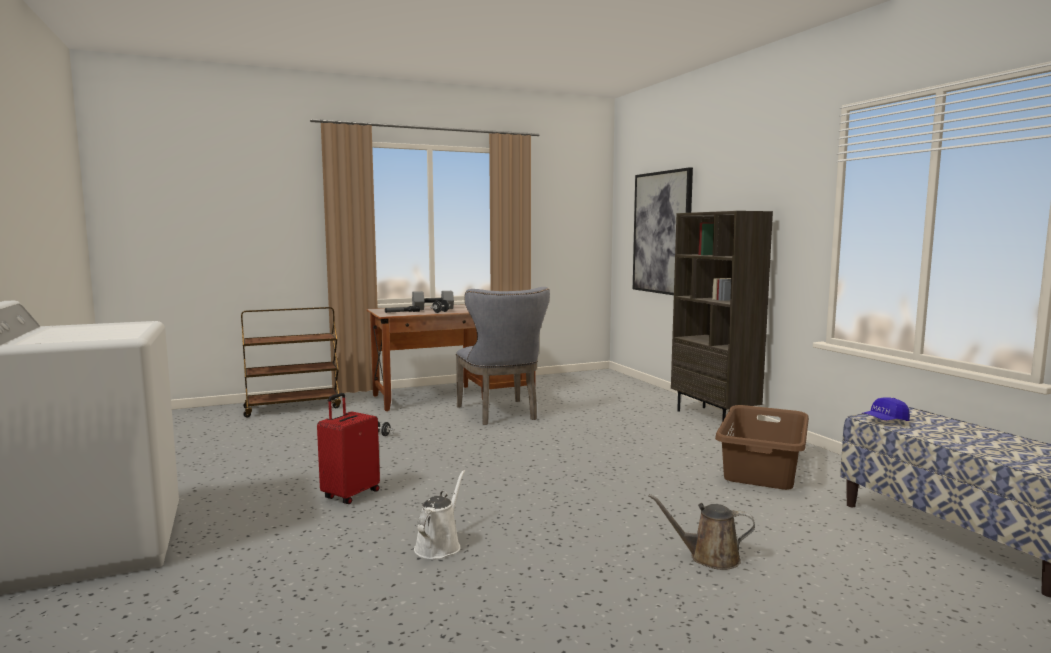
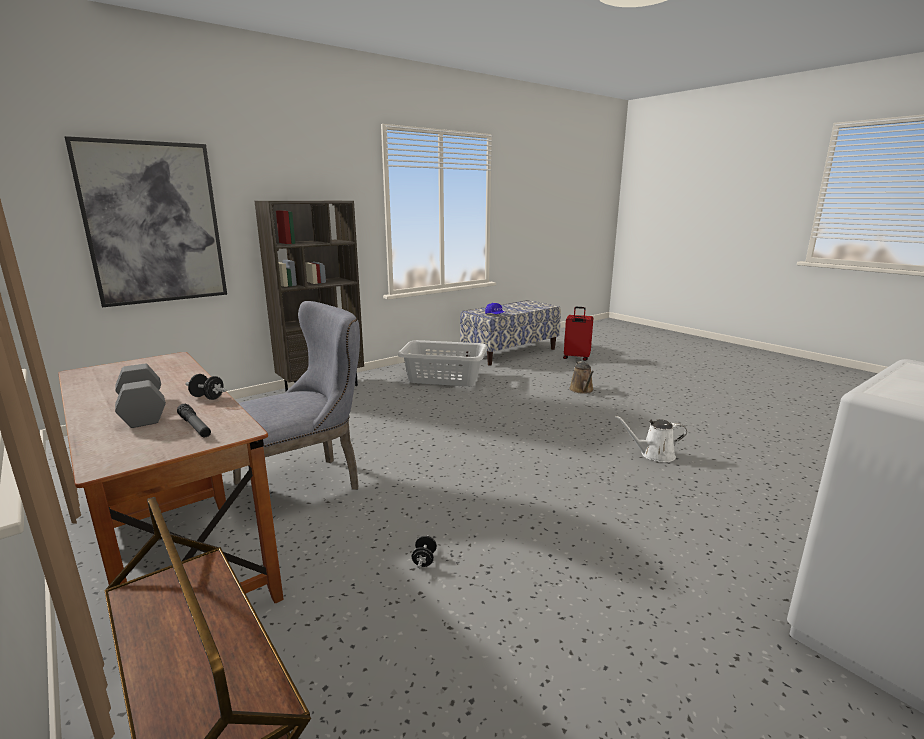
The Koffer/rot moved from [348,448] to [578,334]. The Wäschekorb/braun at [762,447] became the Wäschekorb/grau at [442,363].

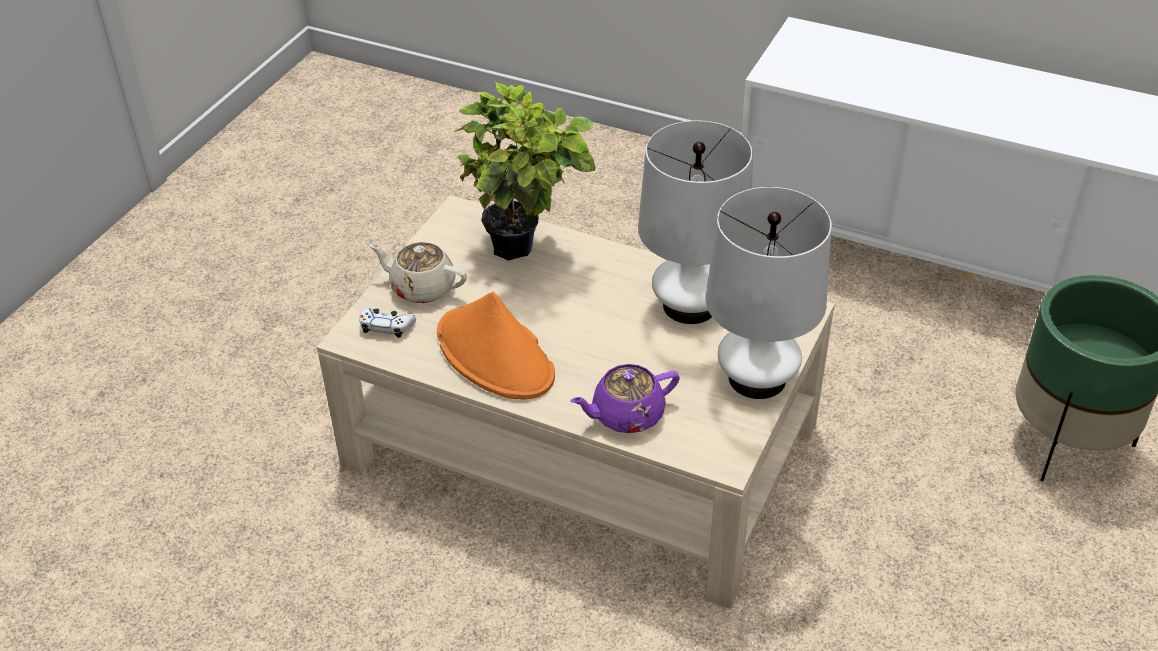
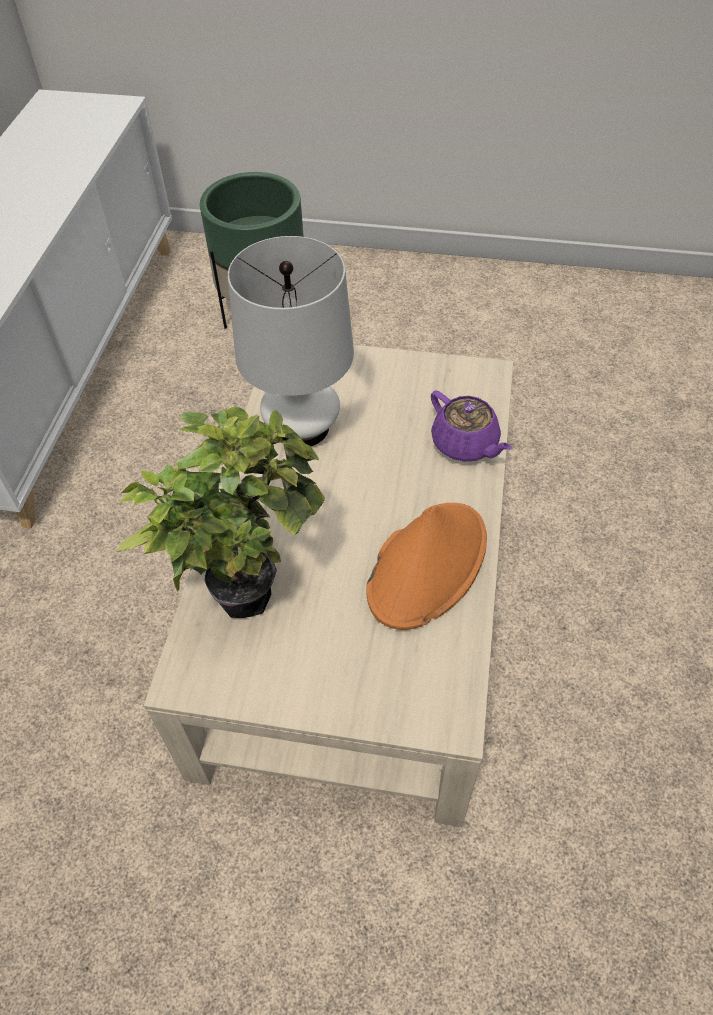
The Gamepad/weiß at [387,323] disappeared. The Teekanne/beige at [418,272] disappeared. The Tischlampe/weiß at [768,293] disappeared.

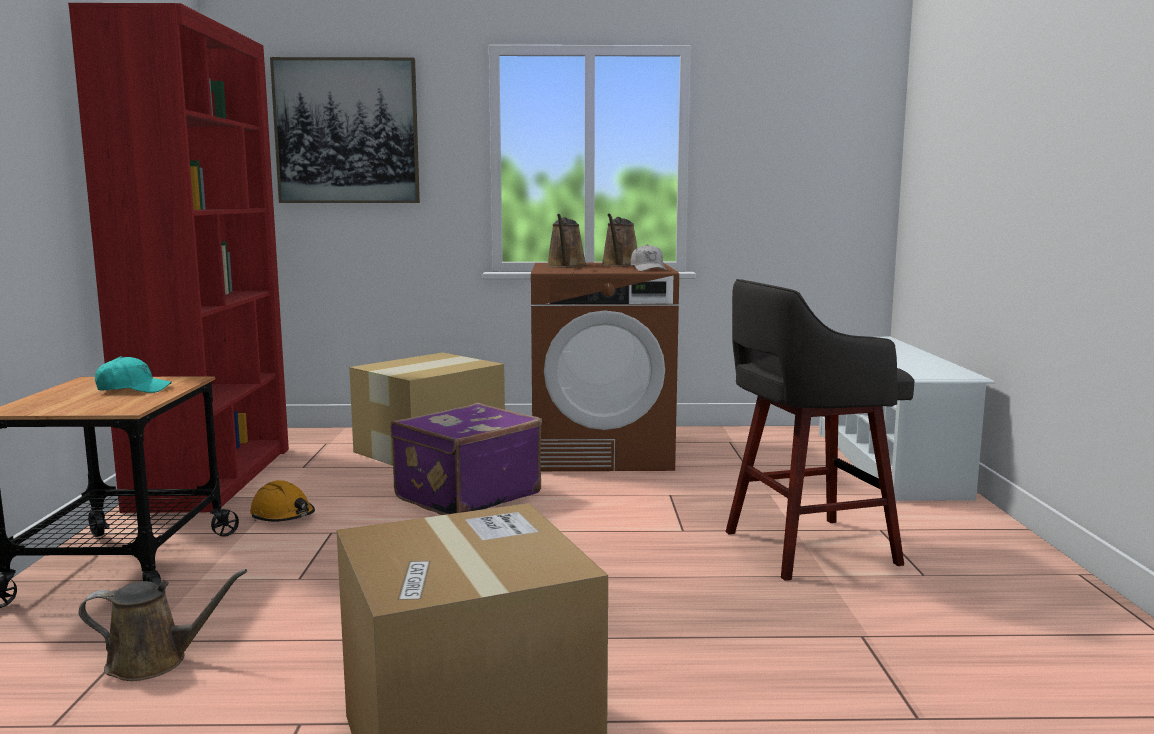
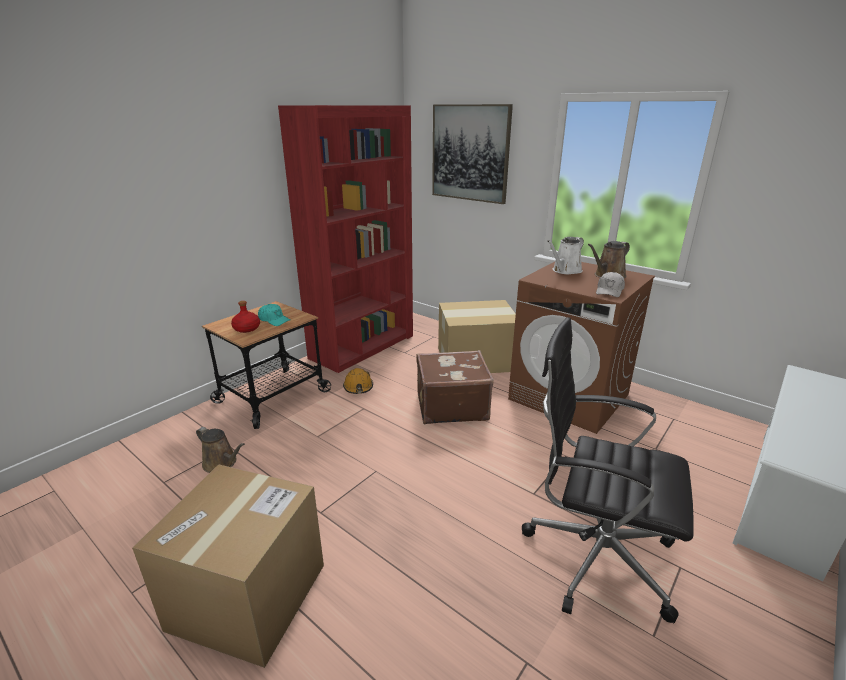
The Koffer/lila at [466,459] became the Koffer/braun at [455,387]. The Gießkanne/braun at [566,241] became the Gießkanne/weiß at [565,255]. The Hocker/grau at [820,430] was replaced by the Bürostuhl/schwarz at [608,470]. The Flasche/rot at [245,317] appeared.

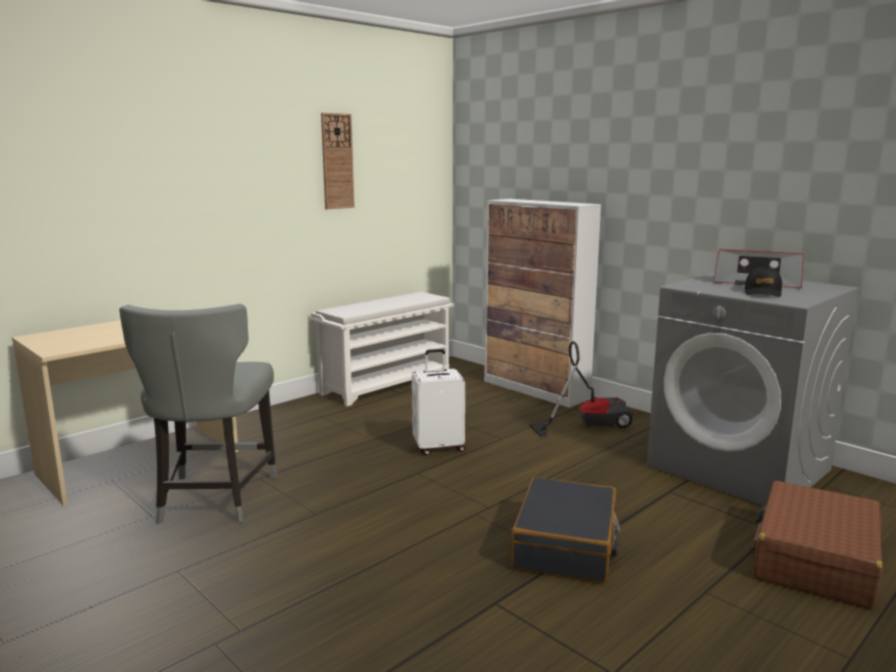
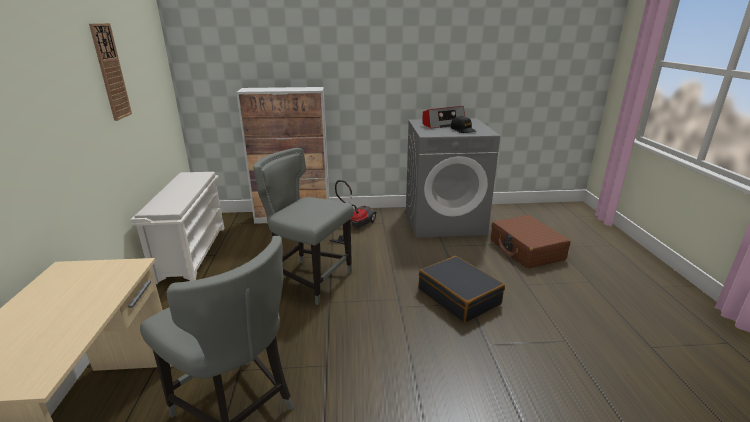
The Koffer/weiß at [438,402] was replaced by the Stuhl/grau at [303,226].

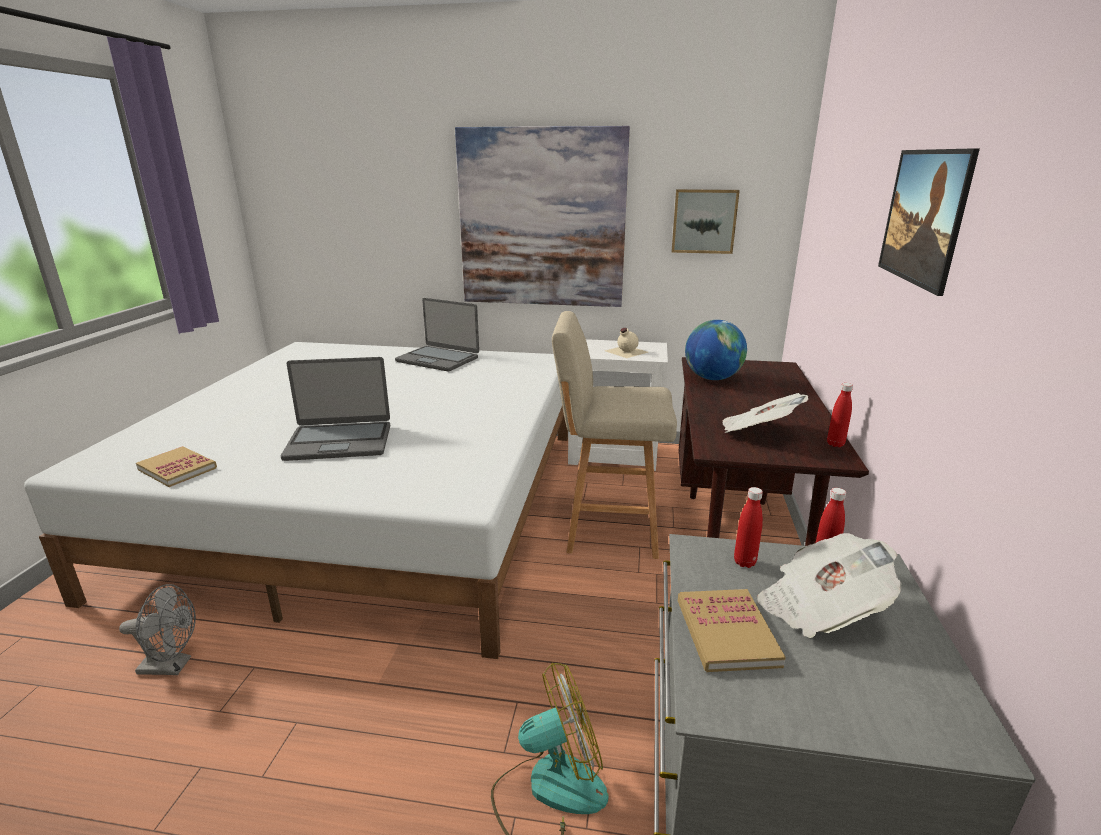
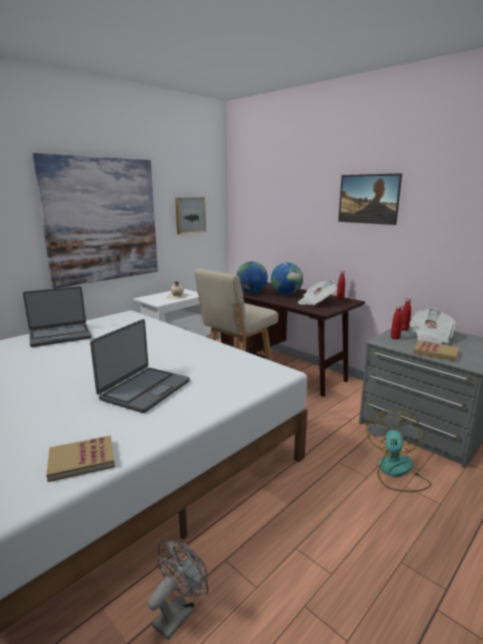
The Globus at [287,278] appeared.

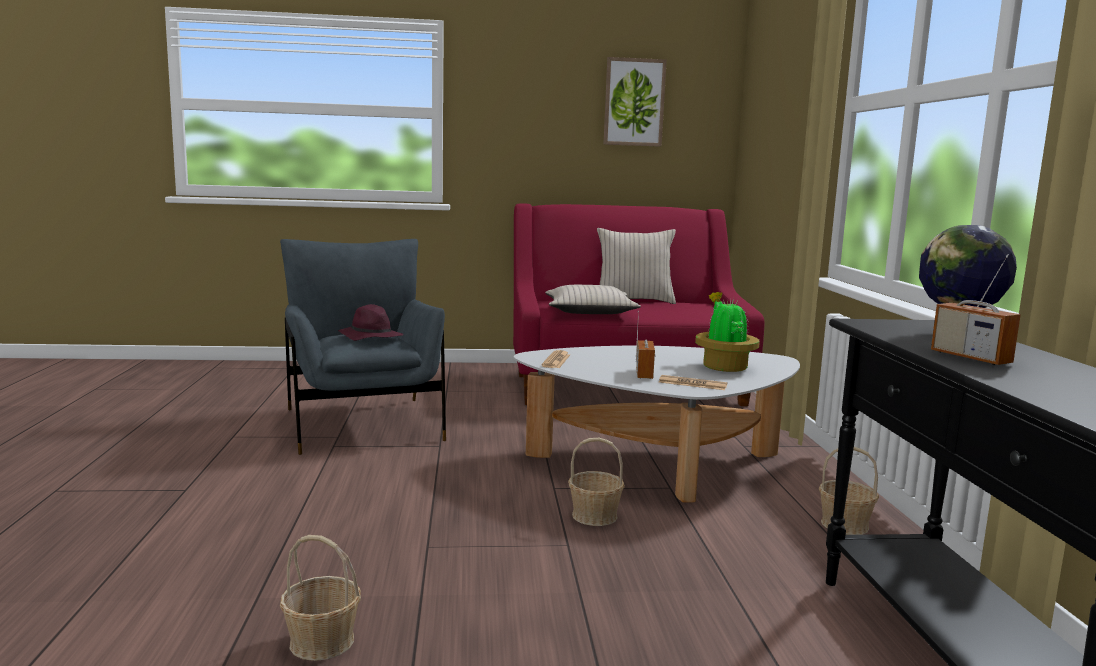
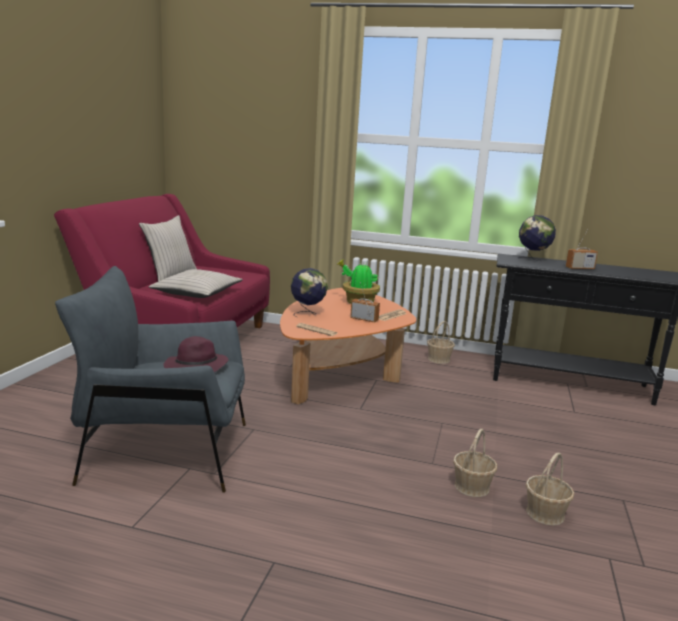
The Couchtisch/weiß at [657,423] became the Couchtisch/orange at [348,346]. The Korb moved from [596,482] to [475,463]. The Bild at [635,102] disappeared. The Globus at [309,292] appeared.

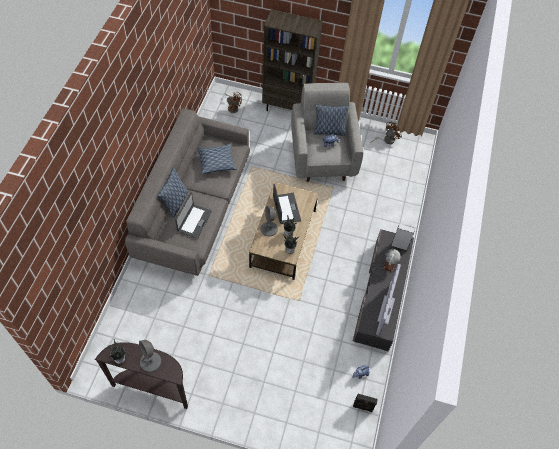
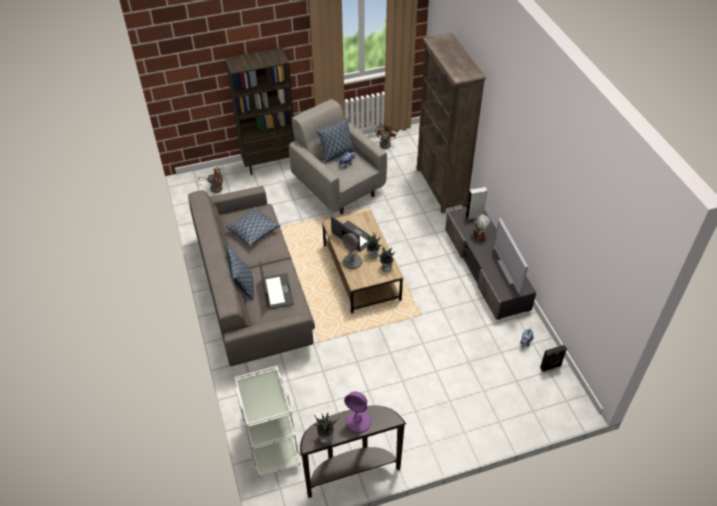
The Tischlampe/grau at [150,356] became the Tischlampe/lila at [357,412]. The Rollwagen/weiß at [267,421] appeared. The Bücherregal/braun at [451,123] appeared.

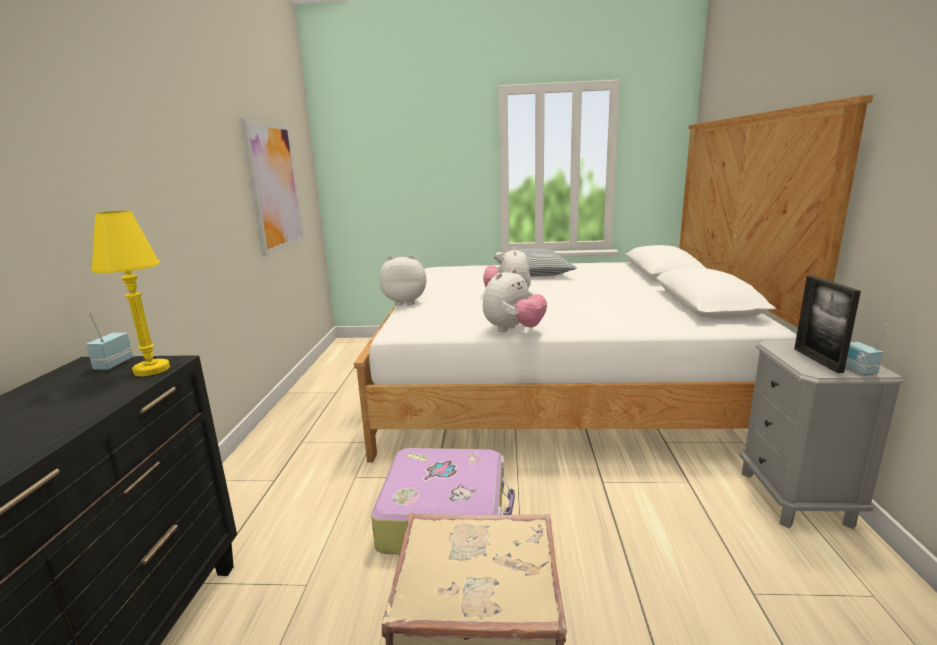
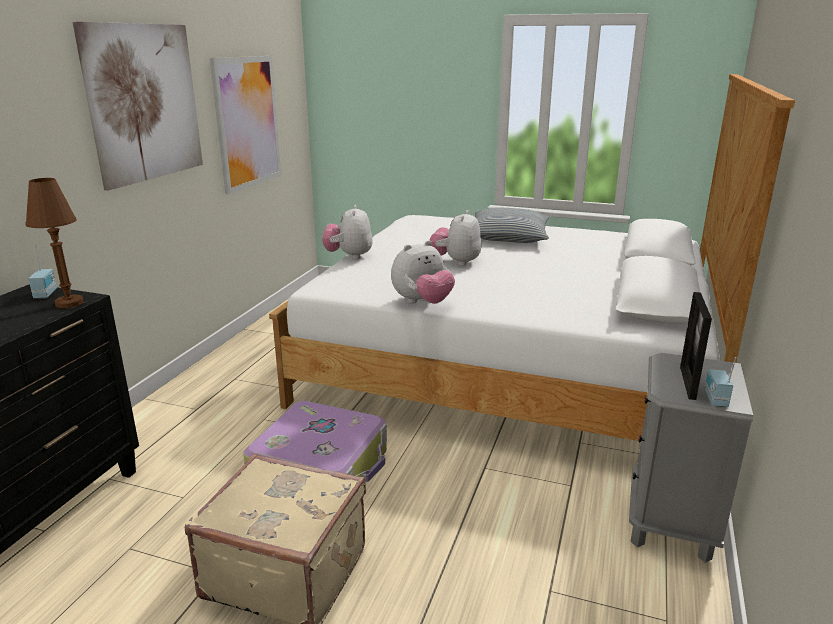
The Radio at [109,341] turned 150 degrees clockwise. The Tischlampe/gelb at [130,293] became the Tischlampe/braun at [54,243]. The Plüschtier at [403,280] turned 105 degrees counterclockwise. The Bild at [138,106] appeared.

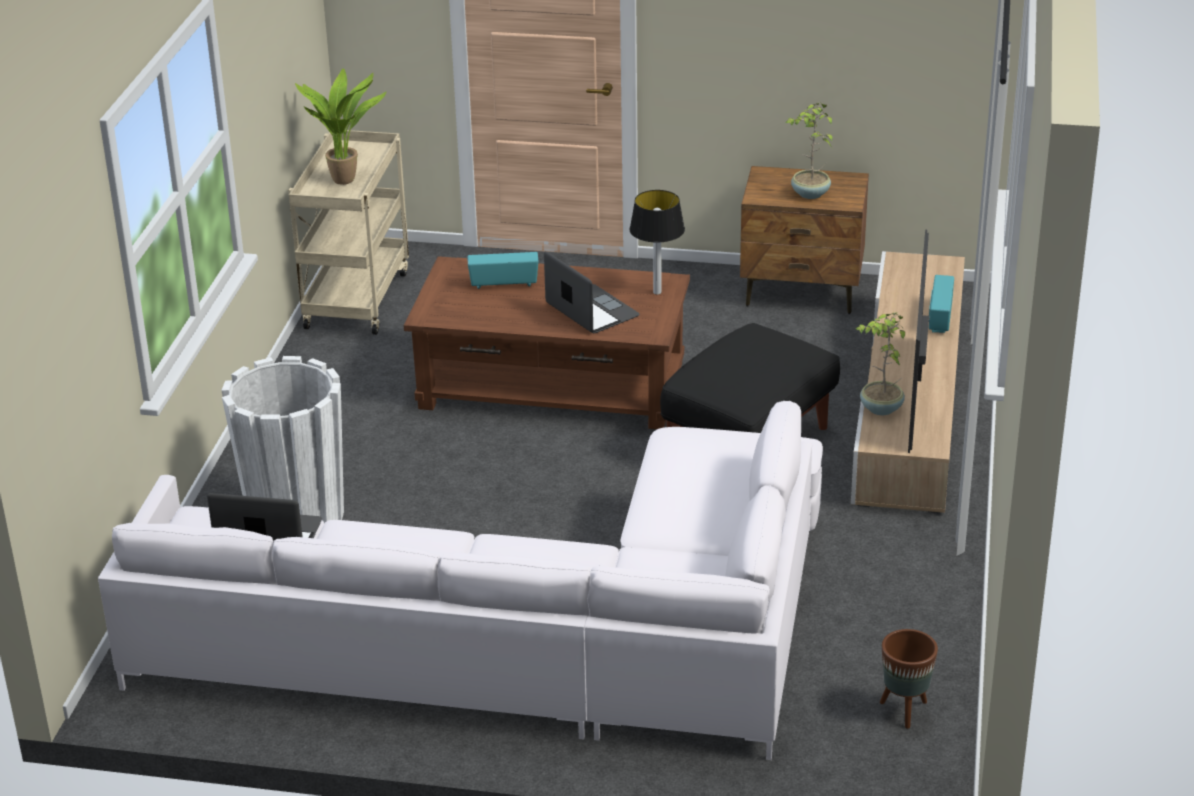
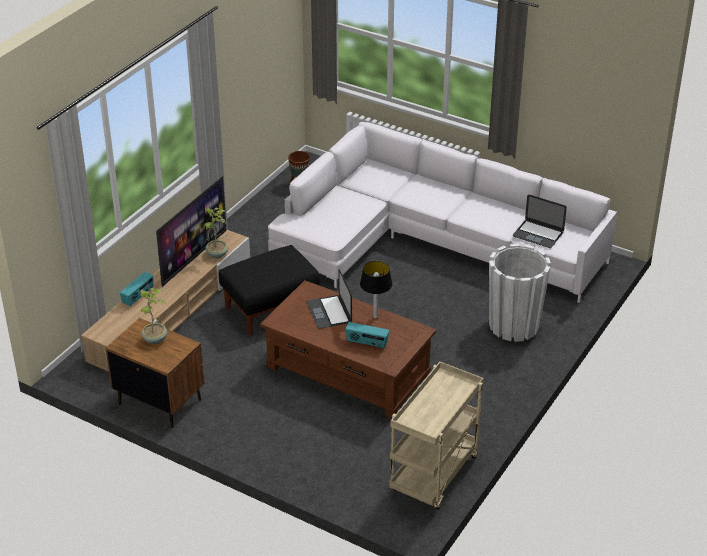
The Topfpflanze at [340,126] disappeared. The Tischlampe moved from [657,242] to [376,290].

